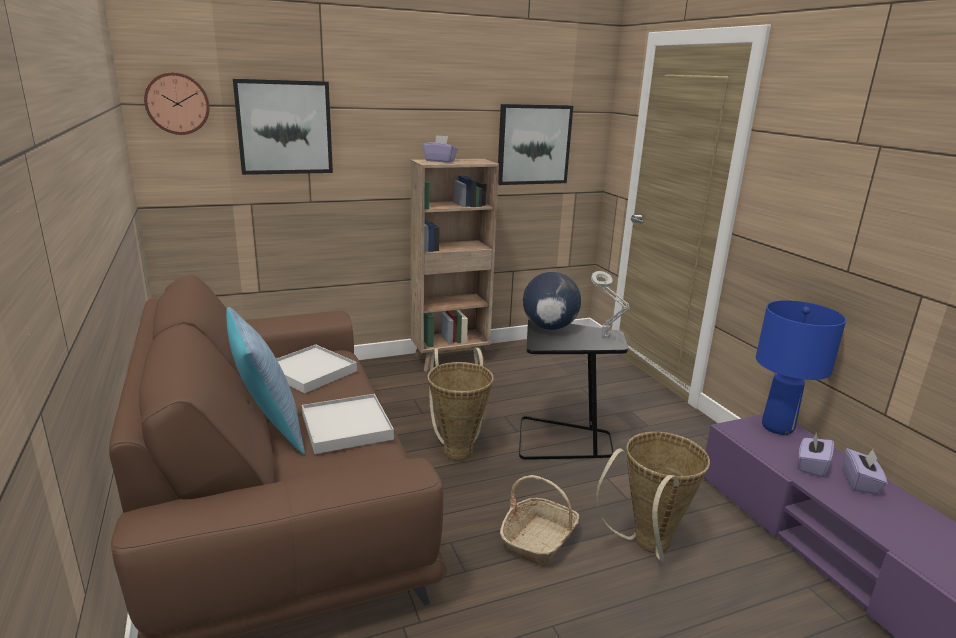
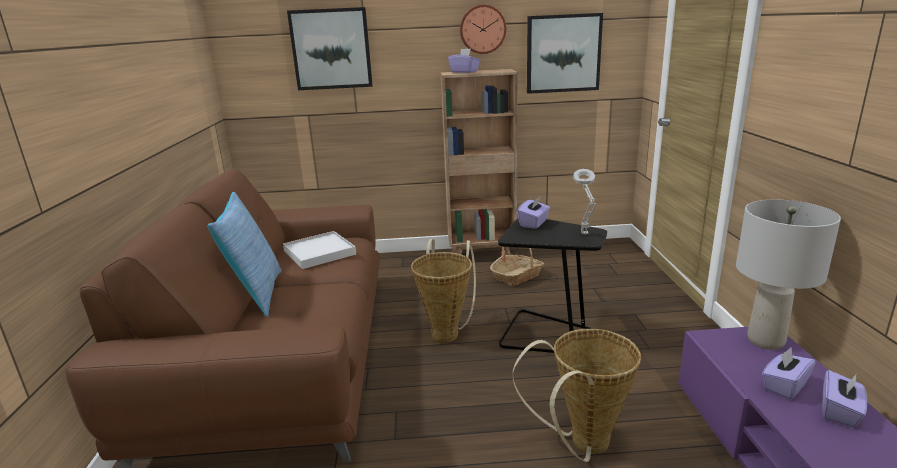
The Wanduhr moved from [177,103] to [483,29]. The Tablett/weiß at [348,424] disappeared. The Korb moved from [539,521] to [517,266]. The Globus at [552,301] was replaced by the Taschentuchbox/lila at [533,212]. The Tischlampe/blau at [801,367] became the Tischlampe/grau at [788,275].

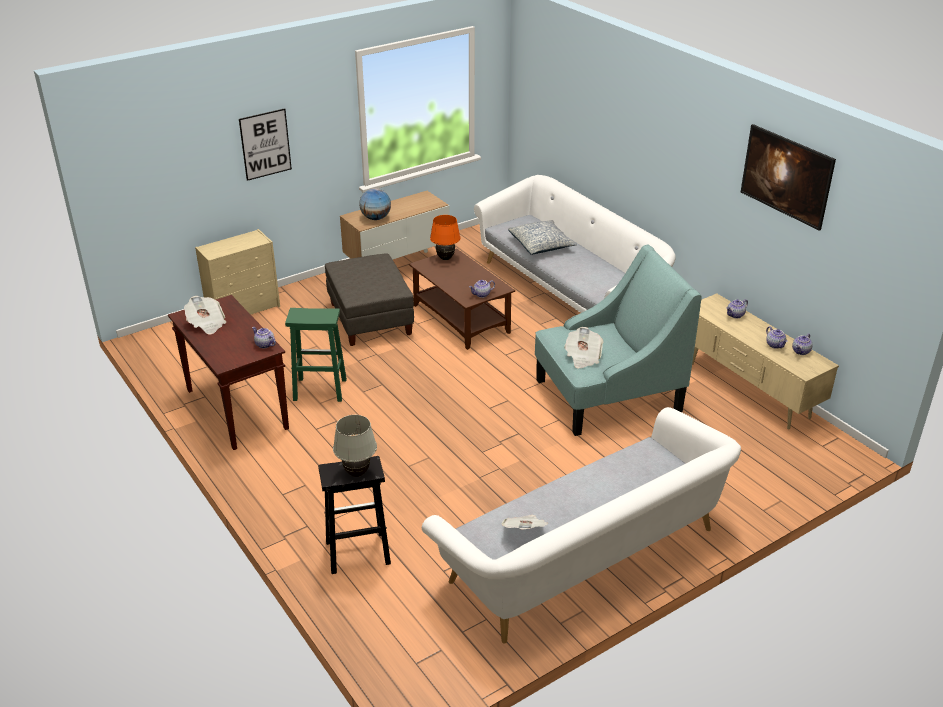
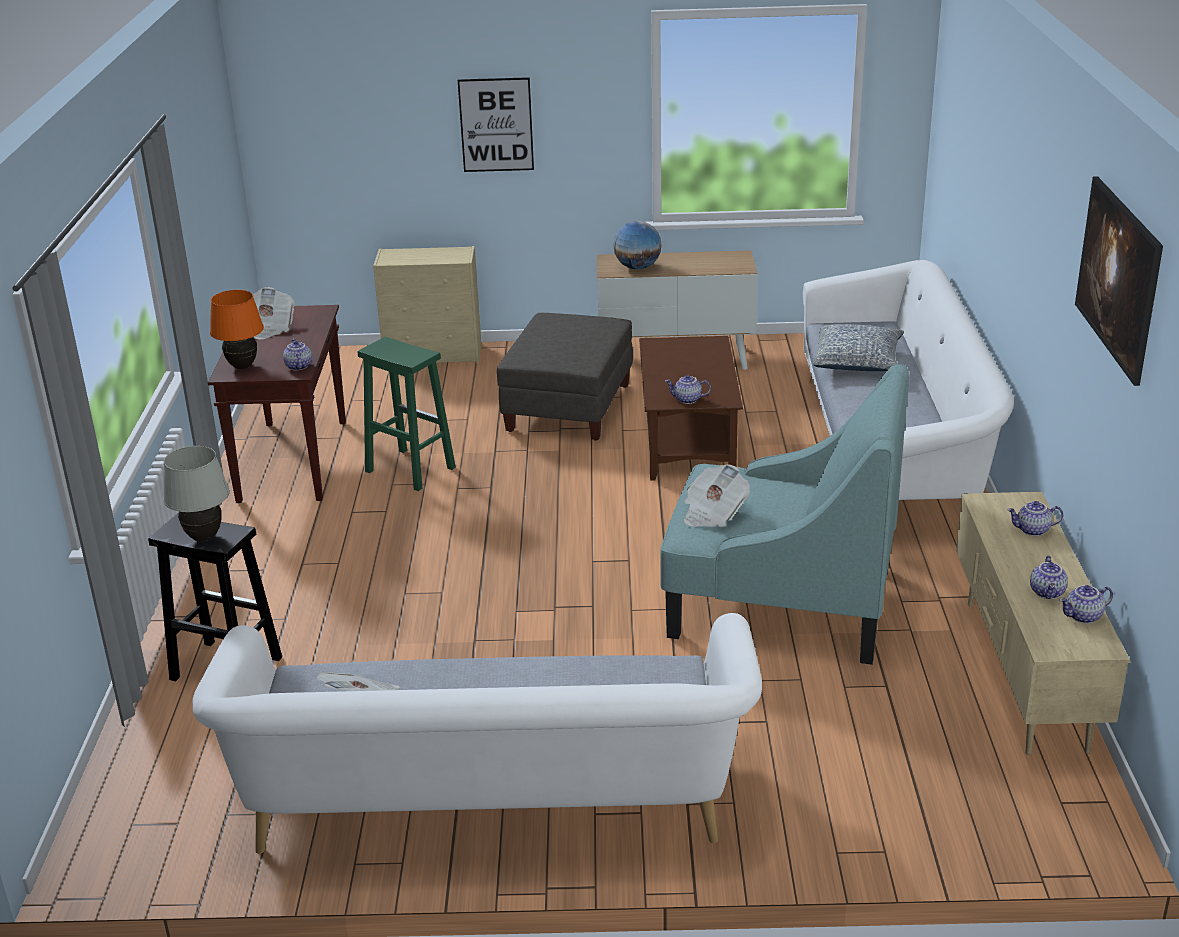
The Tischlampe/orange moved from [445,237] to [237,329].

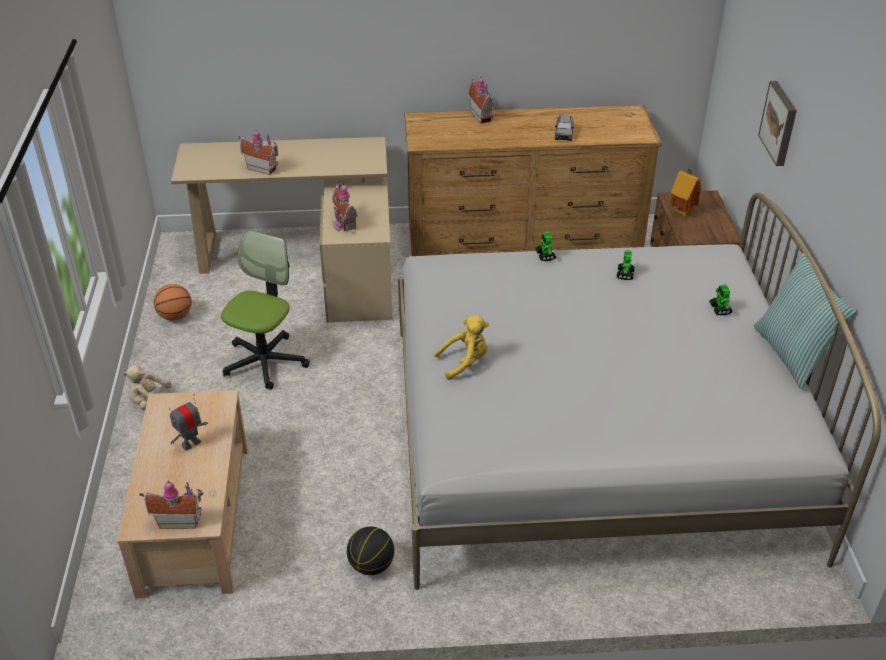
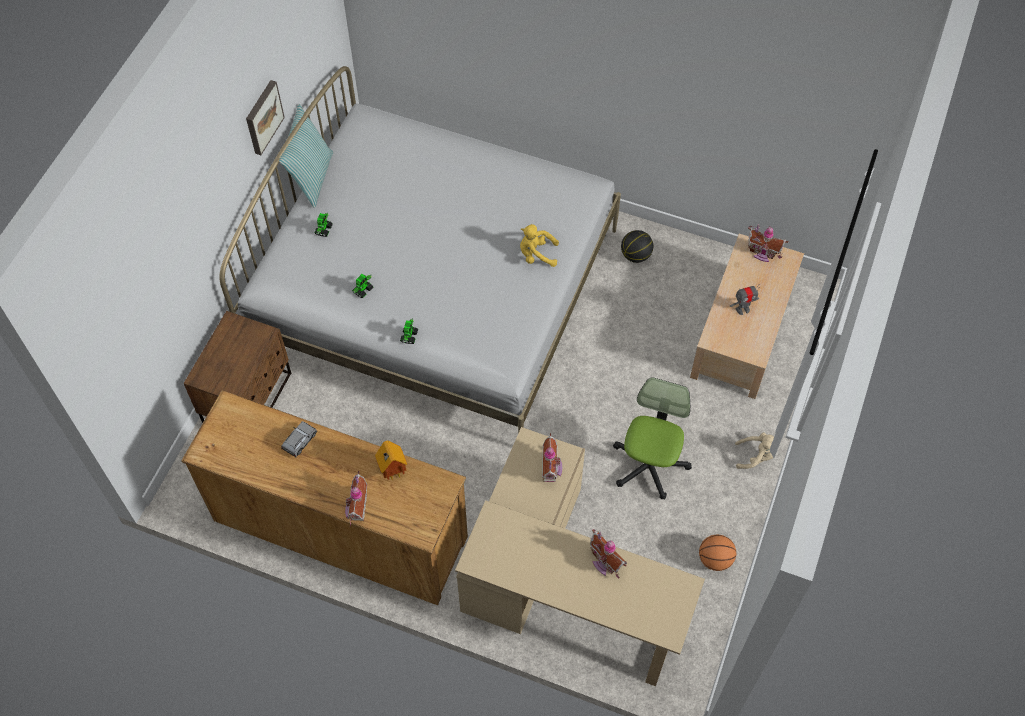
The Bürostuhl at [265,310] turned 150 degrees clockwise. The Spielzeughaus moved from [686,193] to [391,460]. The Bild moved from [777,123] to [265,117].

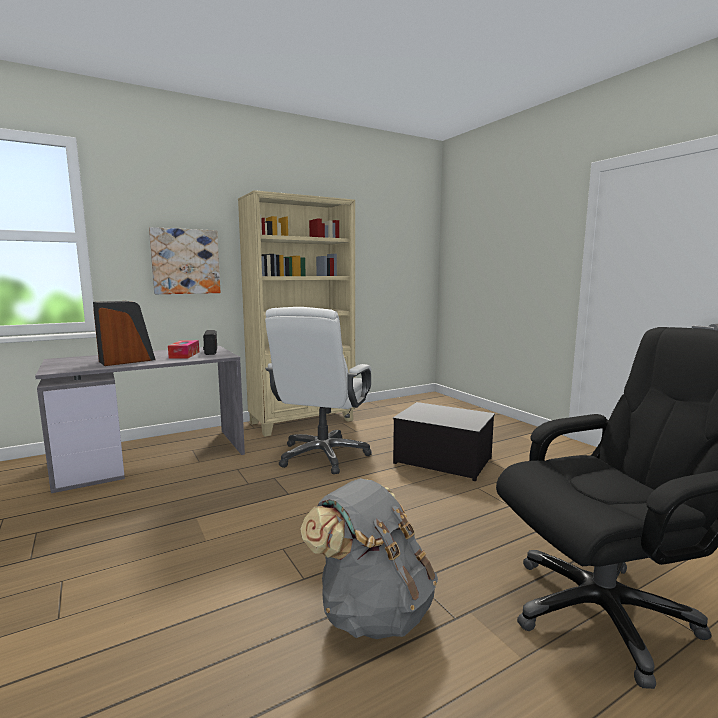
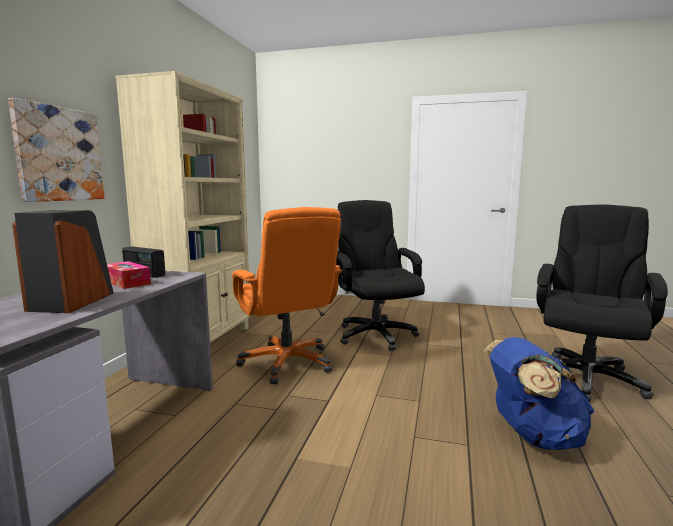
The Bürostuhl/weiß at [318,390] became the Bürostuhl/orange at [287,295]. The Rucksack/grau at [369,558] became the Rucksack/blau at [539,393]. The Aufbewahrungsbox at [444,441] was replaced by the Bürostuhl/schwarz at [380,275].

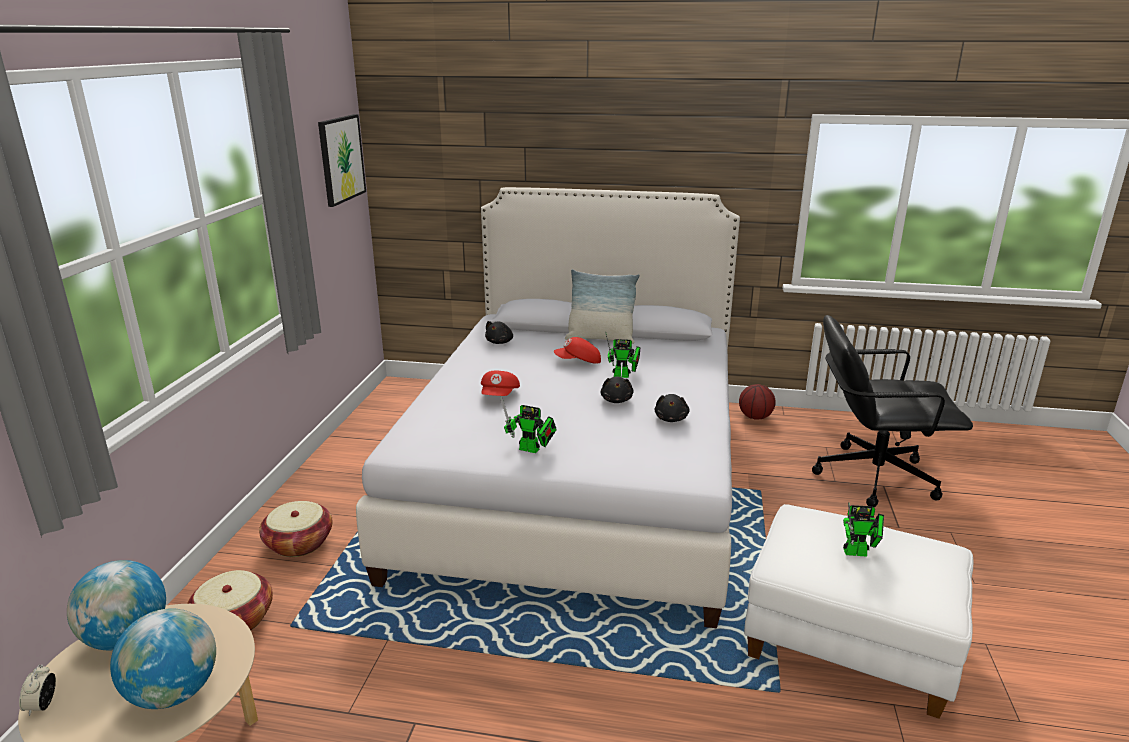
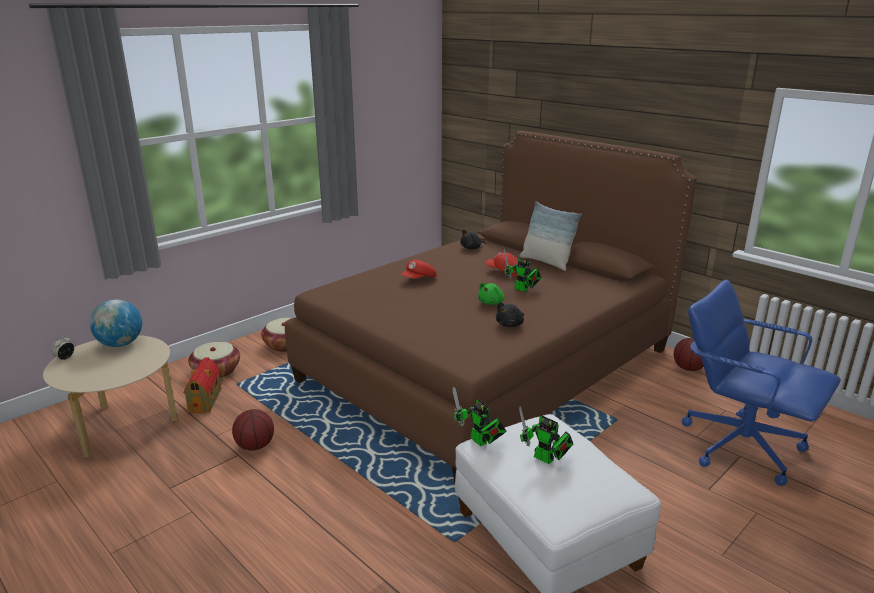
The Globus at [163,658] disappeared. The Bild at [342,160] disappeared. The Bett/weiß at [548,407] became the Bett/braun at [491,307]. The Spielzeugroboter moved from [528,424] to [479,416]. The Plüschtier/schwarz at [617,389] became the Plüschtier/grün at [491,293]. The Bürostuhl/schwarz at [892,411] became the Bürostuhl/blau at [761,383]. The Spielzeughaus at [202,385] appeared. The Basketball at [253,430] appeared.

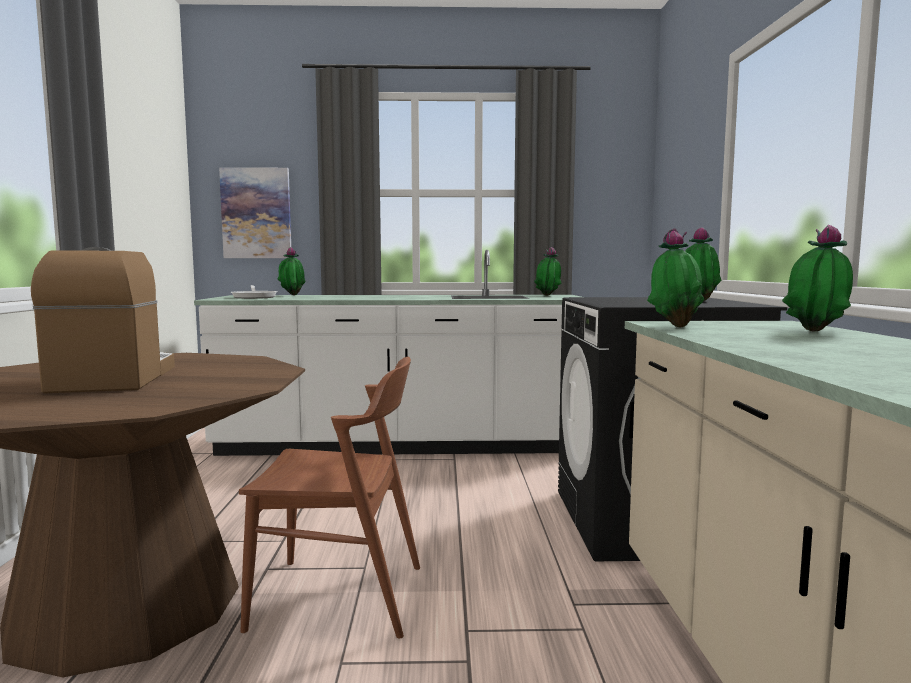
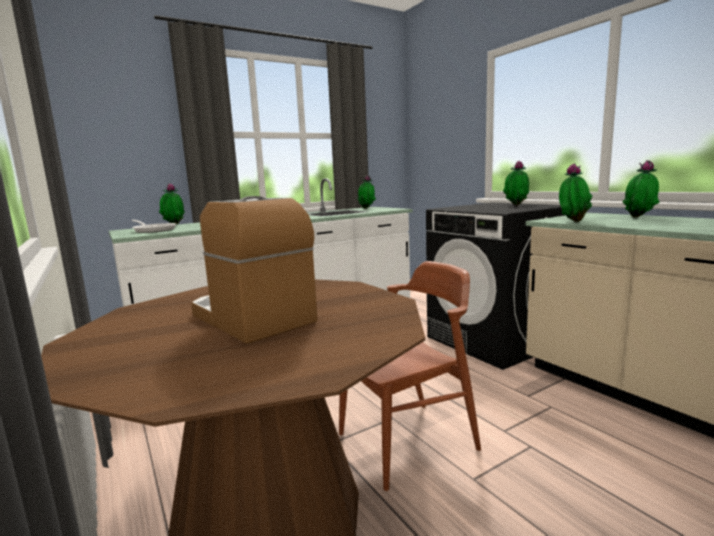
The Bild at [255,212] disappeared.

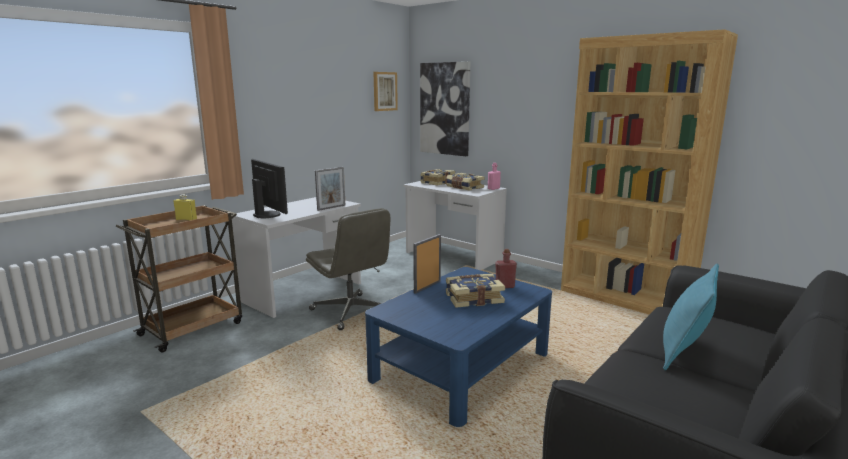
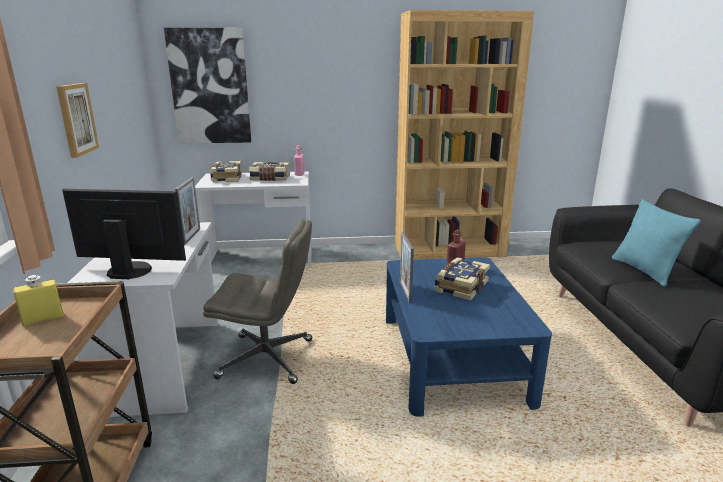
The Bild moved from [385,91] to [78,120].

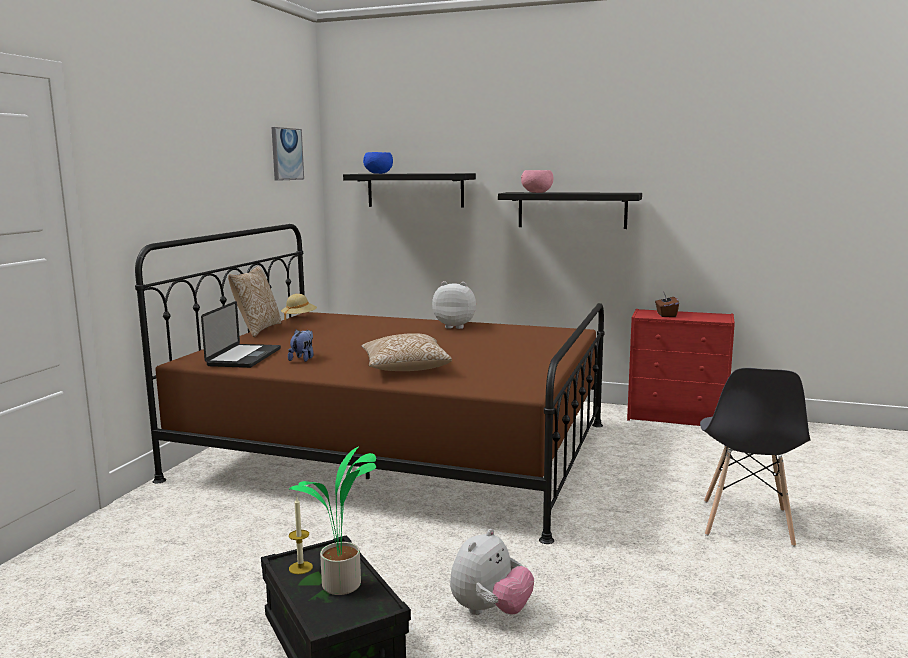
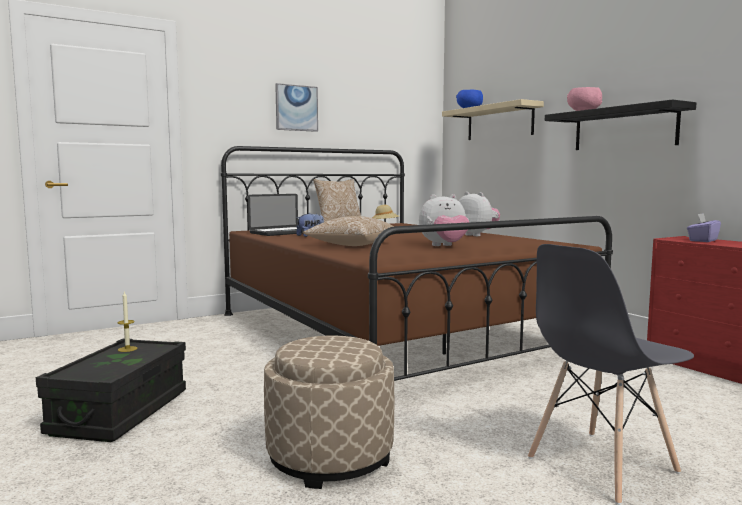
The Bild moved from [288,154] to [296,107]. The Topfpflanze at [332,521] disappeared. The Wandregal/schwarz at [409,190] became the Wandregal/beige at [493,119]. The Plüschtier moved from [492,572] to [444,220]. The Taschentuchbox/braun at [667,304] became the Taschentuchbox/lila at [704,227]. The Polsterhocker/beige at [329,412] appeared.

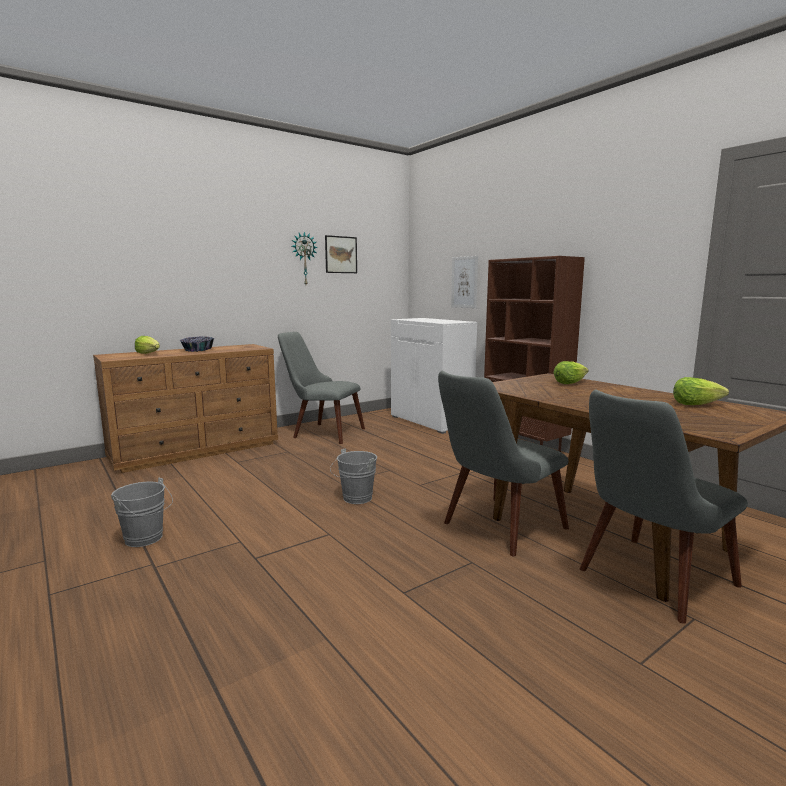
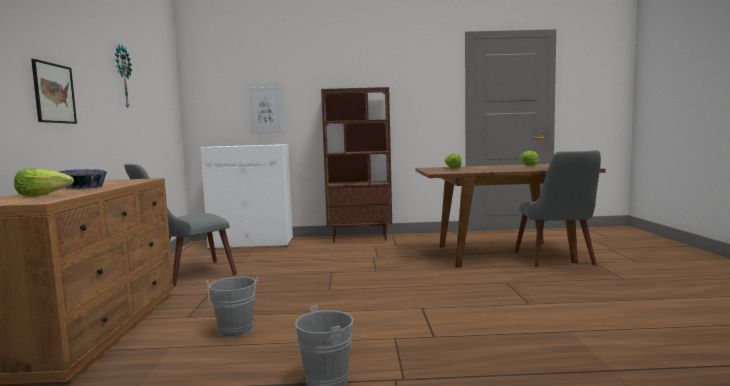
The Bild moved from [341,254] to [54,91]. The Eimer/grau moved from [353,476] to [232,307]. The Stuhl/grau at [503,464] disappeared.

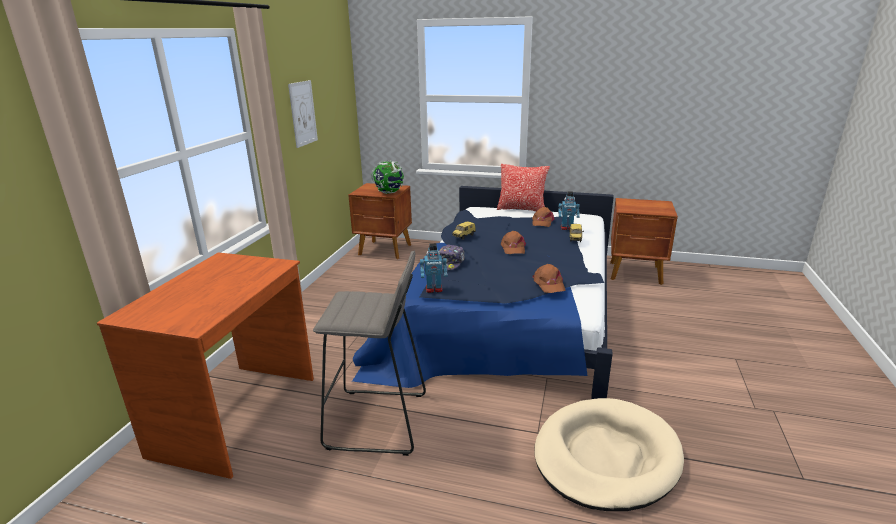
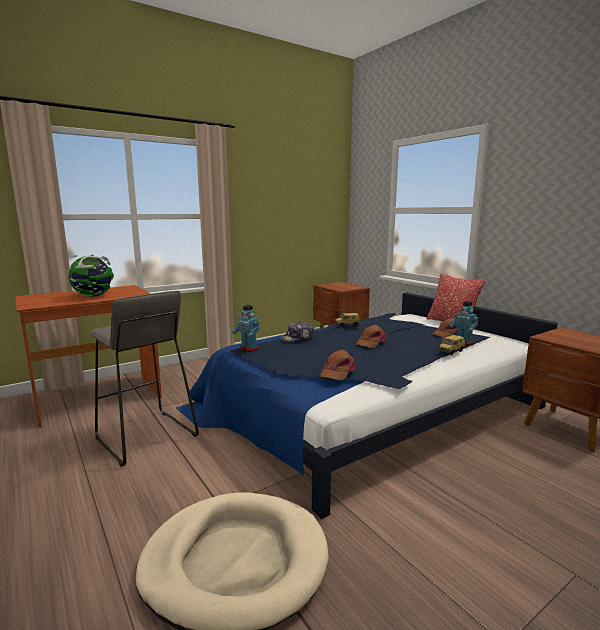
The Bild at [303,114] disappeared. The Globus moved from [387,177] to [90,275].

